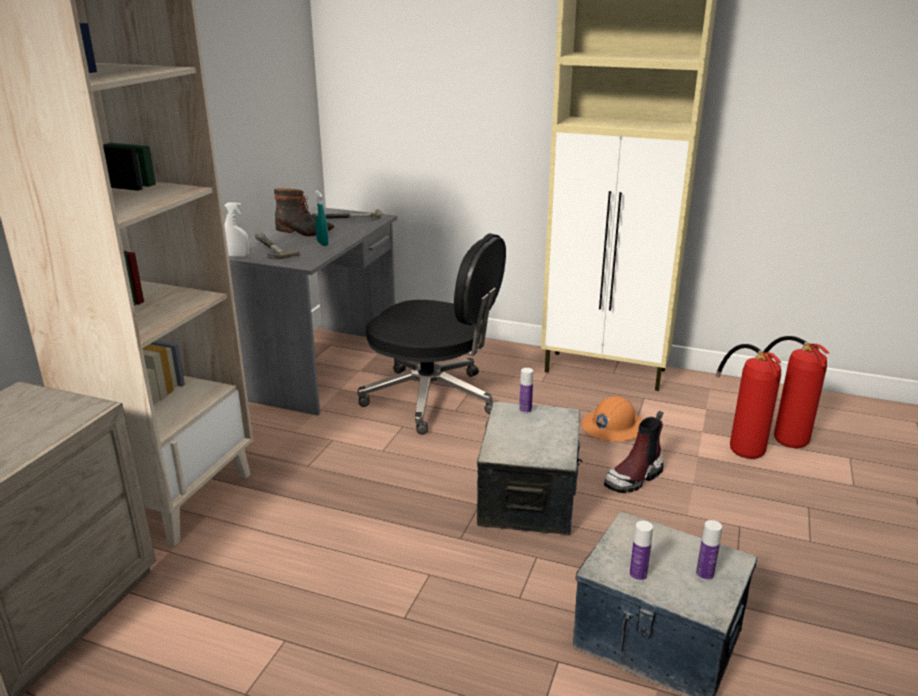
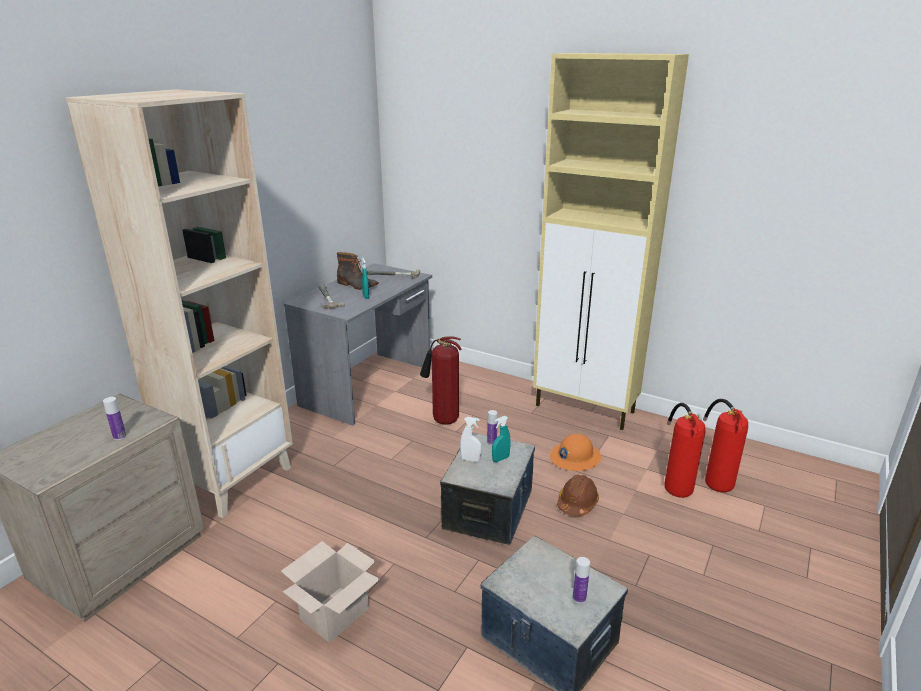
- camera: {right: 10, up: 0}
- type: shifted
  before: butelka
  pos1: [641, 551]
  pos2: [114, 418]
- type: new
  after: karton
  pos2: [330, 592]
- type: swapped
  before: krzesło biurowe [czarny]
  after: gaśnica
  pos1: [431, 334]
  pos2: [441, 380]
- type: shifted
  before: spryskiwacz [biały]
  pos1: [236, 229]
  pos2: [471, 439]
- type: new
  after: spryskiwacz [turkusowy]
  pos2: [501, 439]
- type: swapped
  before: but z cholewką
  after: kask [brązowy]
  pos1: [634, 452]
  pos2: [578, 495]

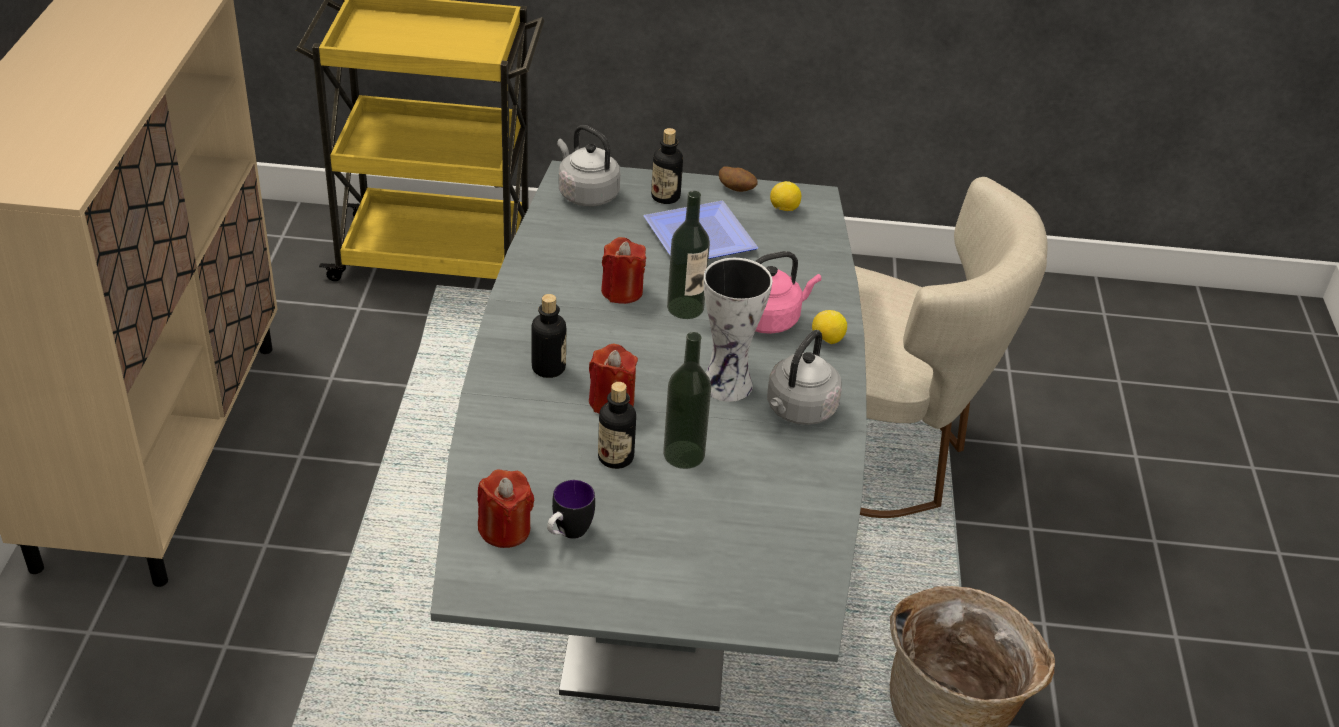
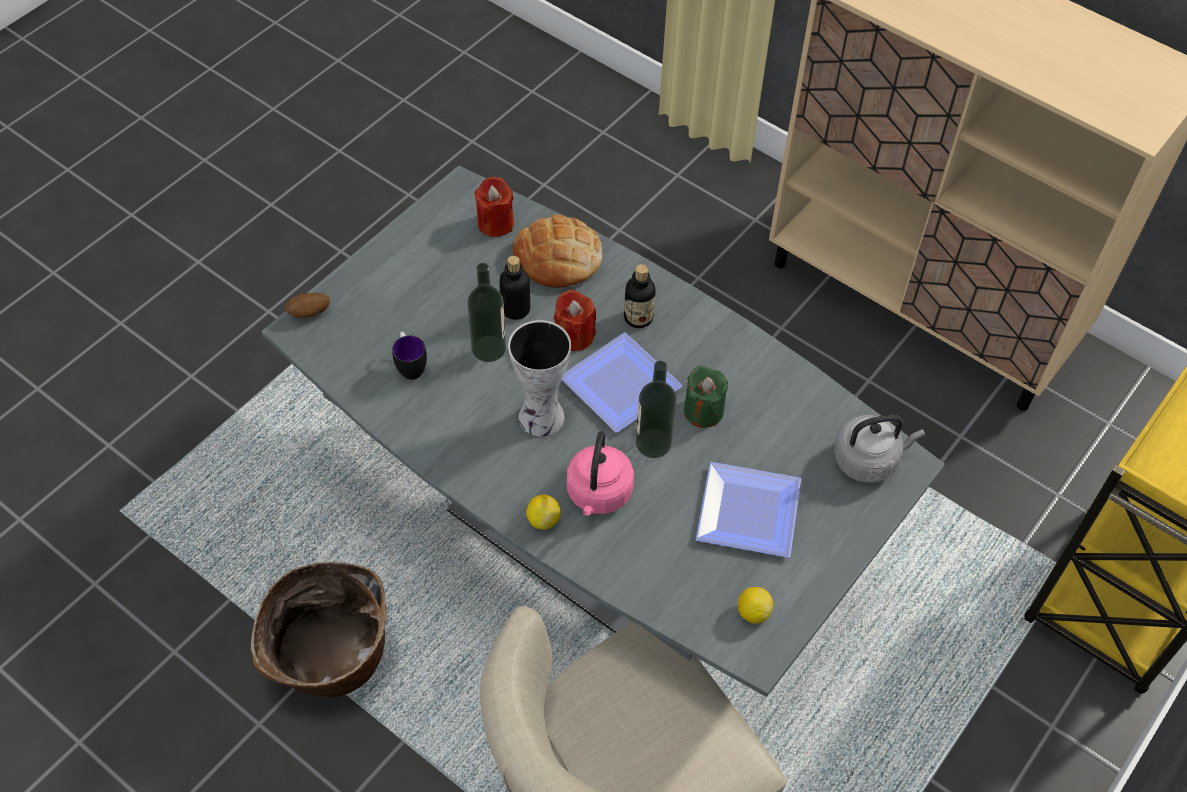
- camera: {right: 125, up: 15}
- type: shifted
  before: ziemniak
  pos1: [738, 179]
  pos2: [307, 305]
- type: shifted
  before: kubek
  pos1: [571, 509]
  pos2: [409, 356]
- type: new
  after: chleb
  pos2: [557, 251]
- type: new
  after: talerz
  pos2: [622, 382]
- type: repainted
  before: świeca [czerwony]
  after: świeca [zielony]
  pos1: [623, 270]
  pos2: [706, 397]
- type: gone
  before: butelka
  pos1: [667, 166]
- type: gone
  before: czajnik [szary]
  pos1: [804, 377]

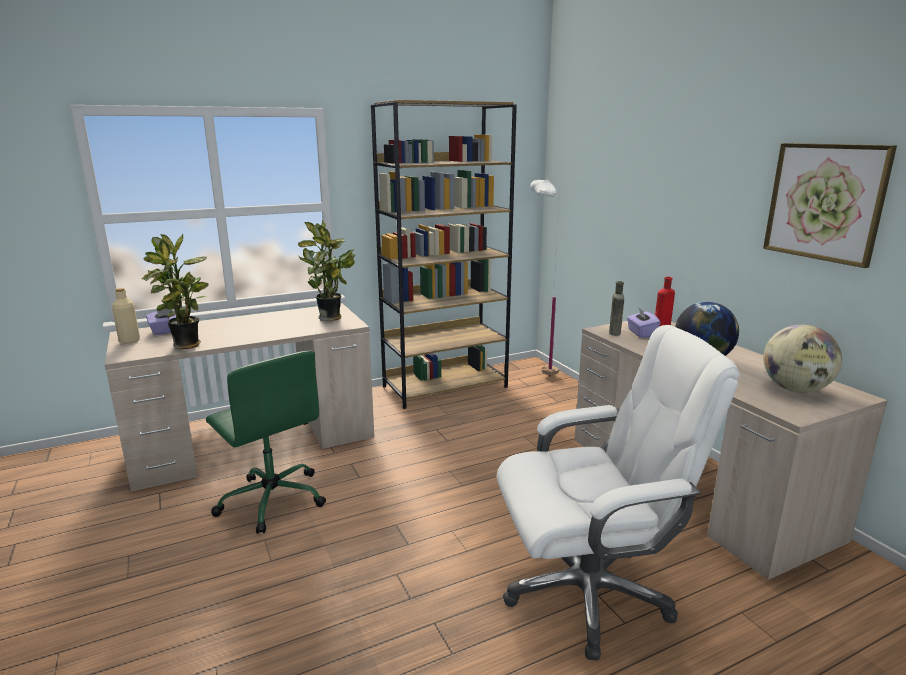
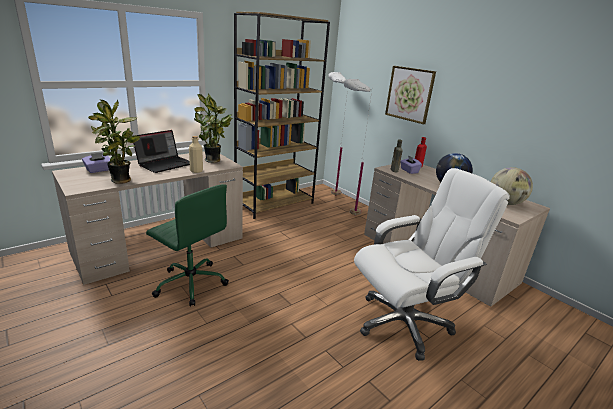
- camera: {right: -15, up: 5}
- type: new
  after: laptop
  pos2: [161, 151]
- type: shifted
  before: butelka [beżowy]
  pos1: [126, 316]
  pos2: [196, 154]
- type: new
  after: lampa stojąca [biały]
  pos2: [358, 147]
- type: shifted
  before: obraz
  pos1: [830, 205]
  pos2: [410, 95]

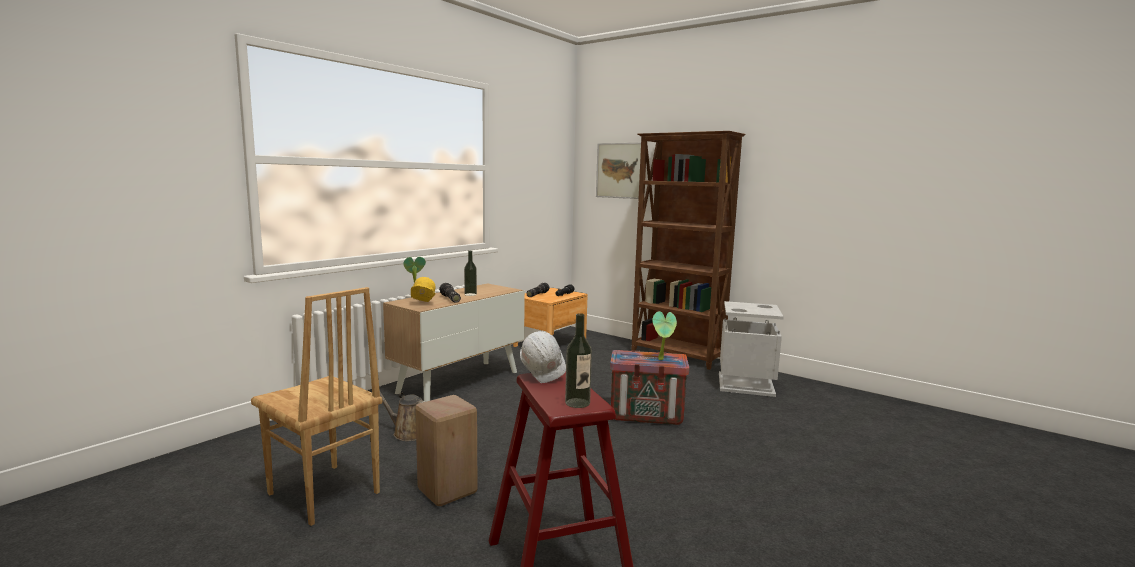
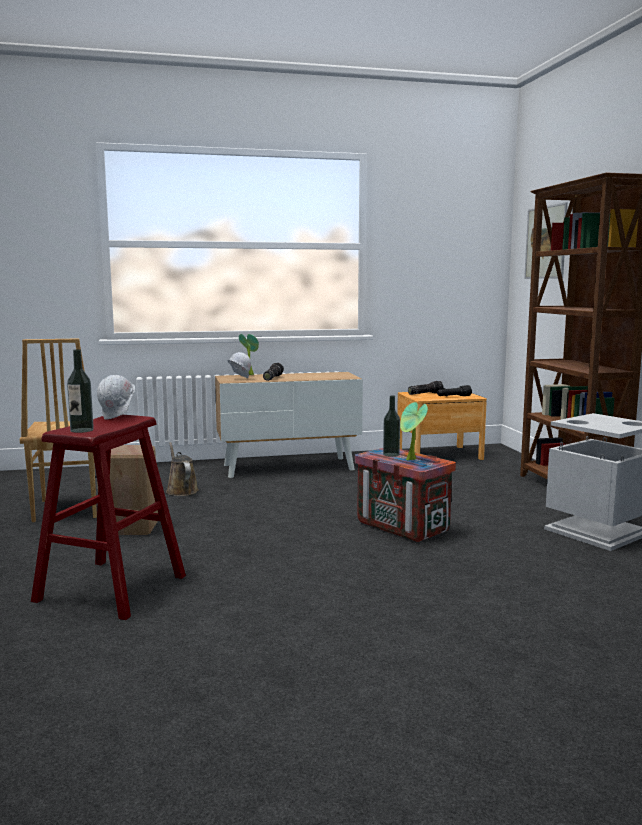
- camera: {right: 40, up: 0}
- type: repainted
  before: kask [żółty]
  after: kask [biały]
  pos1: [423, 289]
  pos2: [239, 365]
- type: shifted
  before: butelka
  pos1: [470, 273]
  pos2: [391, 426]

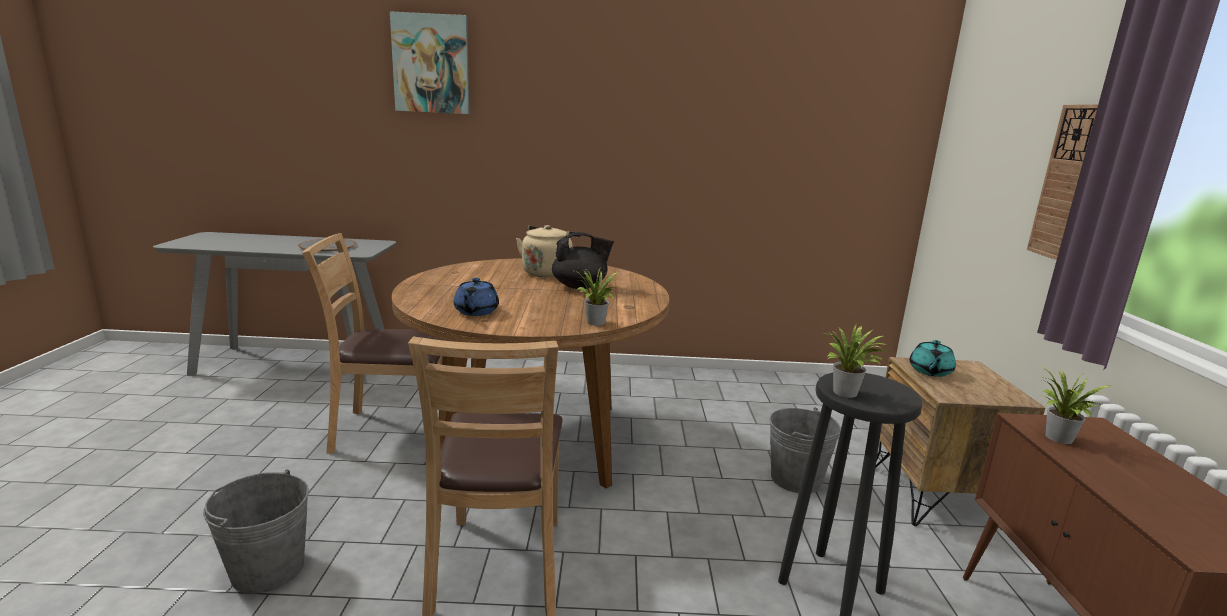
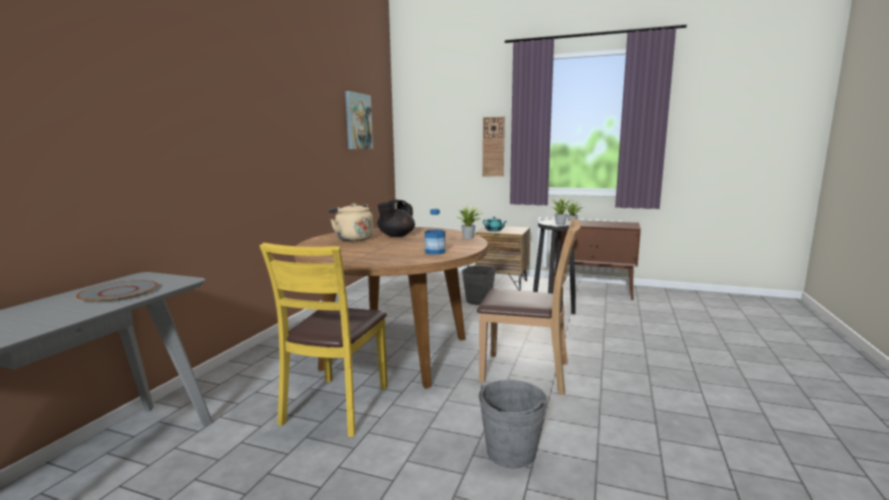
- camera: {right: -70, up: -5}
- type: repainted
  before: krzesło [brązowy]
  after: krzesło [żółty]
  pos1: [373, 343]
  pos2: [323, 340]
- type: shifted
  before: obraz
  pos1: [429, 62]
  pos2: [359, 120]
- type: rotated
  before: imbryk [czarny]
  pos1: [583, 260]
  pos2: [396, 218]
  turn: -150
- type: swapped
  before: imbryk [niebieski]
  after: butelka
  pos1: [476, 297]
  pos2: [435, 232]

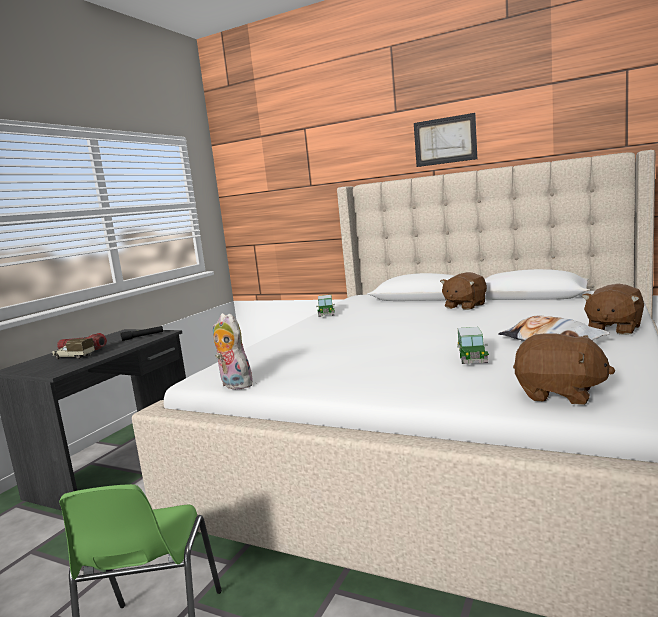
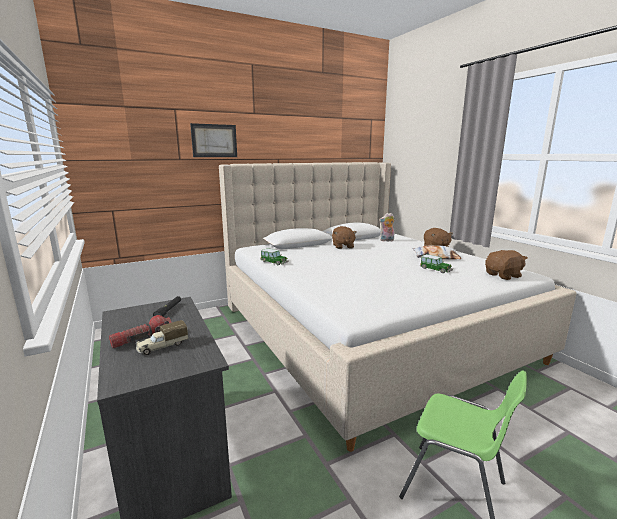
- camera: {right: -55, up: 5}
- type: shifted
  before: obraz
  pos1: [445, 140]
  pos2: [213, 140]
- type: shifted
  before: pluszak
  pos1: [233, 351]
  pos2: [386, 227]

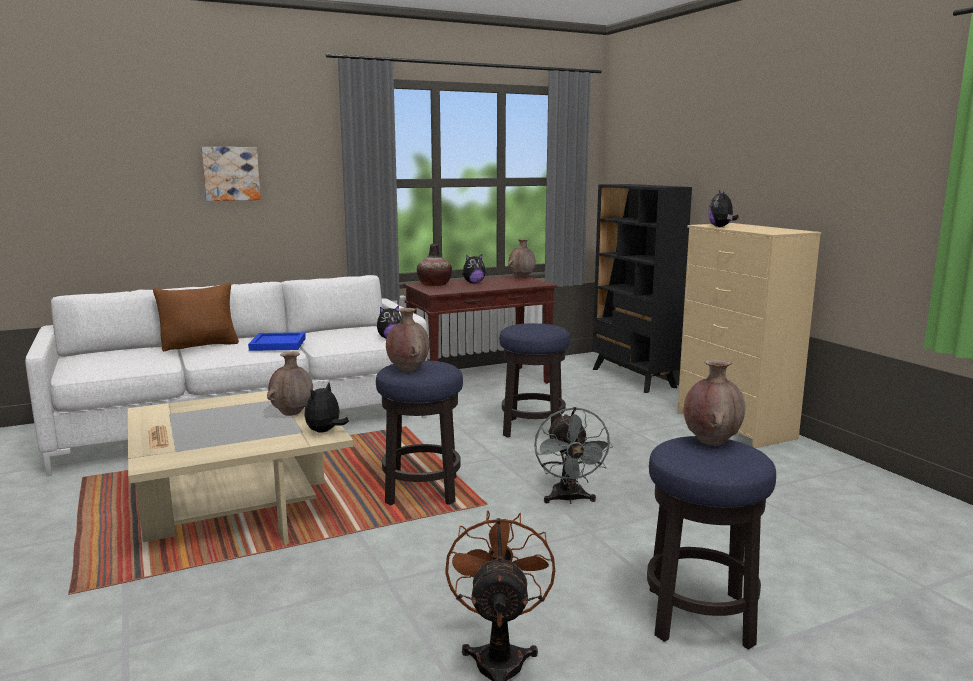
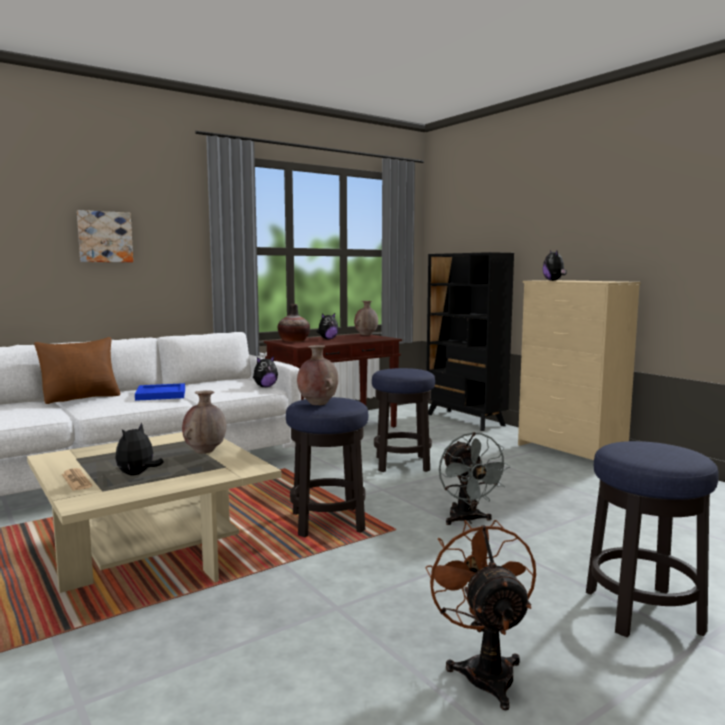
- camera: {right: -10, up: -5}
- type: shifted
  before: pluszak
  pos1: [326, 408]
  pos2: [139, 448]
- type: gone
  before: wazon [brązowy]
  pos1: [714, 402]

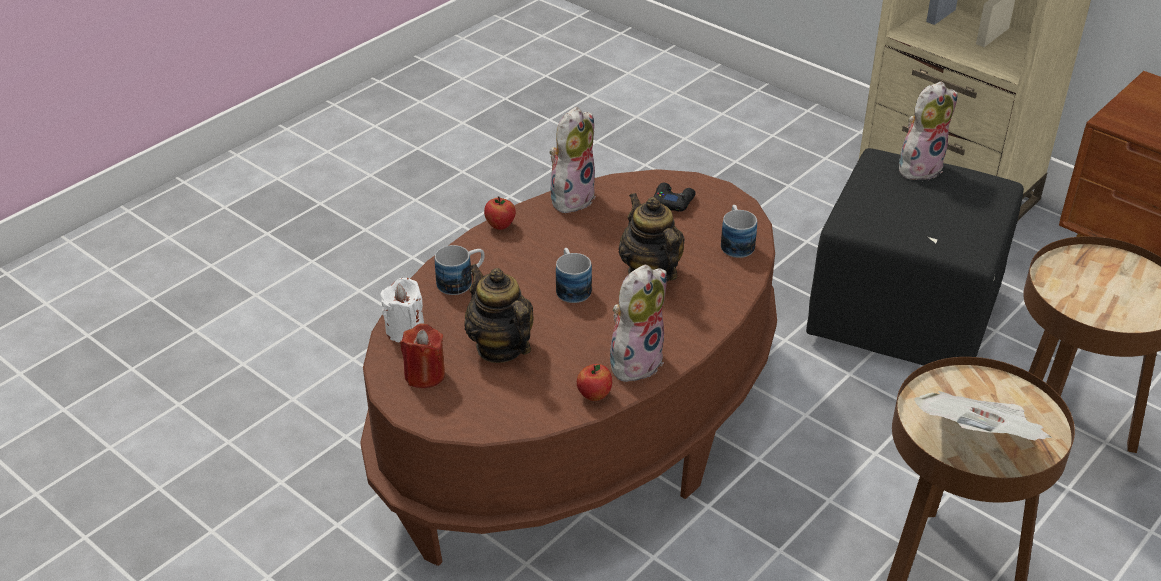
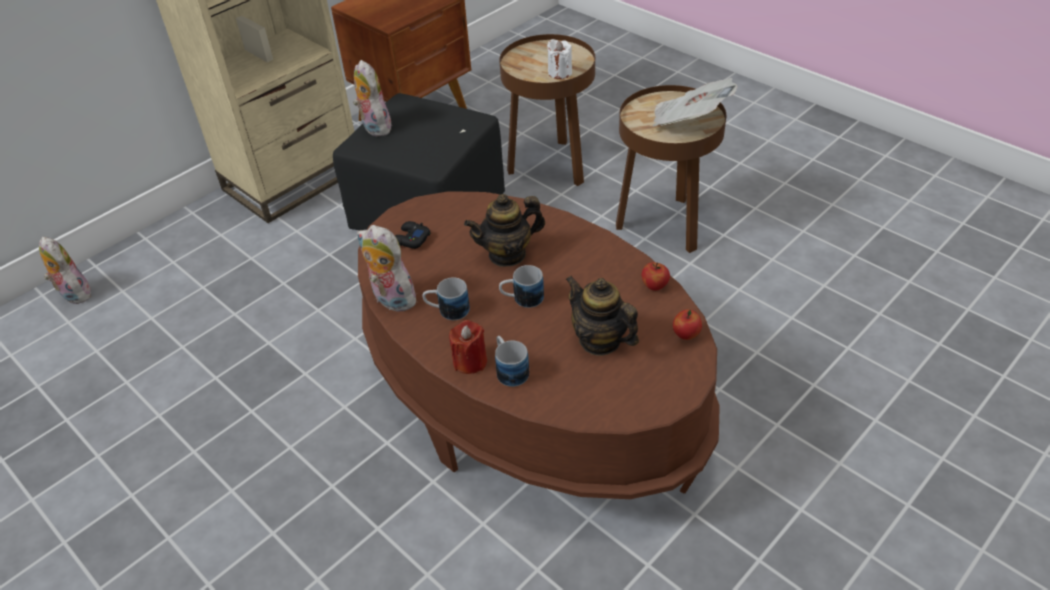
- camera: {right: -85, up: 5}
- type: shifted
  before: pluszak
  pos1: [638, 323]
  pos2: [65, 270]
- type: shifted
  before: kubek
  pos1: [739, 231]
  pos2: [446, 298]
- type: shifted
  before: świeca [czerwony]
  pos1: [422, 355]
  pos2: [468, 347]
- type: shifted
  before: świeca [biały]
  pos1: [402, 310]
  pos2: [559, 59]
- type: rotated
  before: imbryk
  pos1: [499, 313]
  pos2: [602, 316]
  turn: 75
- type: shifted
  before: jabłko
  pos1: [500, 213]
  pos2: [687, 324]

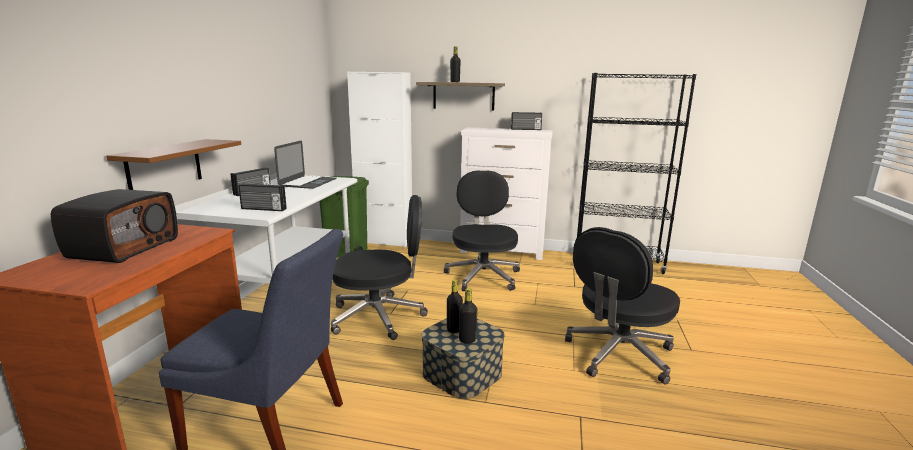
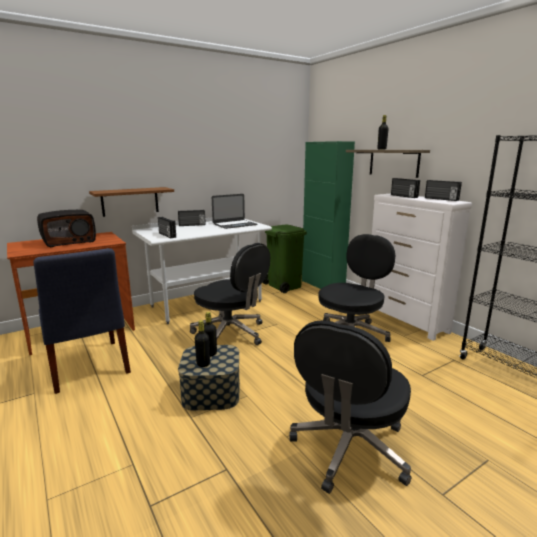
- camera: {right: 45, up: 0}
- type: rotated
  before: krzesło biurowe [czarny]
  pos1: [622, 306]
  pos2: [350, 407]
  turn: -60
- type: repainted
  before: szafka [biały]
  after: szafka [zielony]
  pos1: [379, 159]
  pos2: [328, 215]
- type: new
  after: radio
  pos2: [405, 188]

